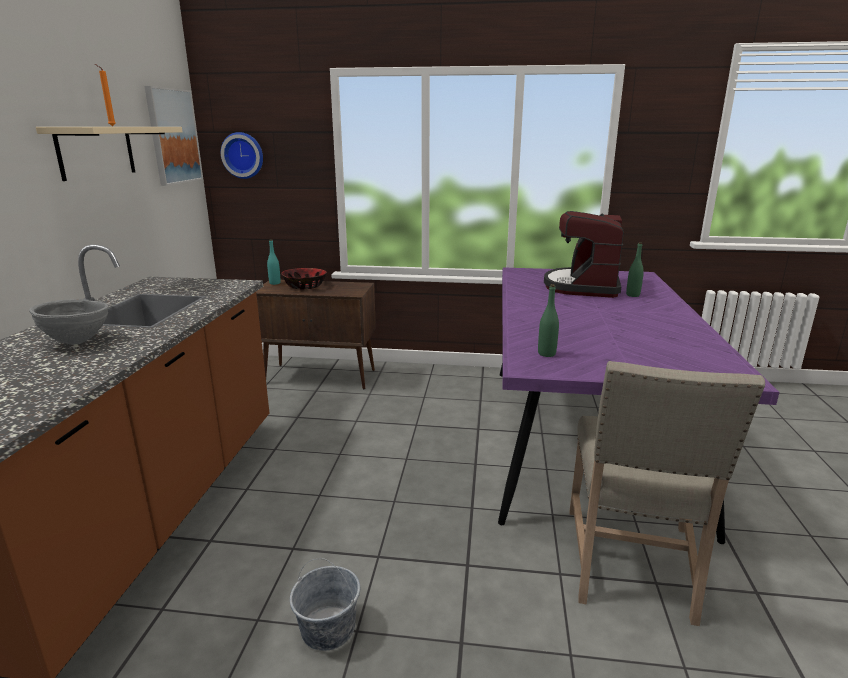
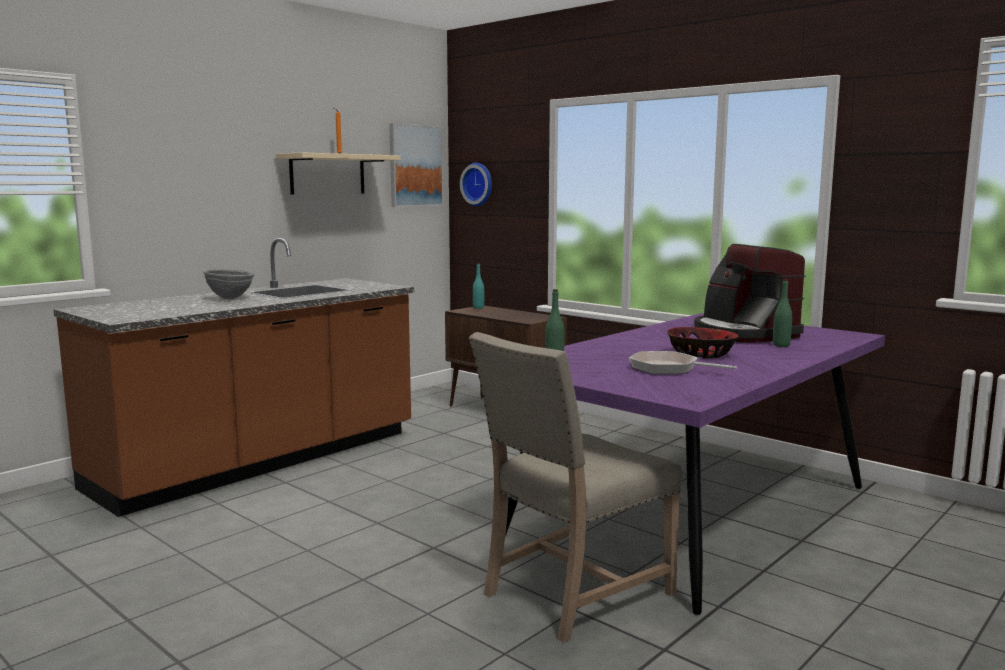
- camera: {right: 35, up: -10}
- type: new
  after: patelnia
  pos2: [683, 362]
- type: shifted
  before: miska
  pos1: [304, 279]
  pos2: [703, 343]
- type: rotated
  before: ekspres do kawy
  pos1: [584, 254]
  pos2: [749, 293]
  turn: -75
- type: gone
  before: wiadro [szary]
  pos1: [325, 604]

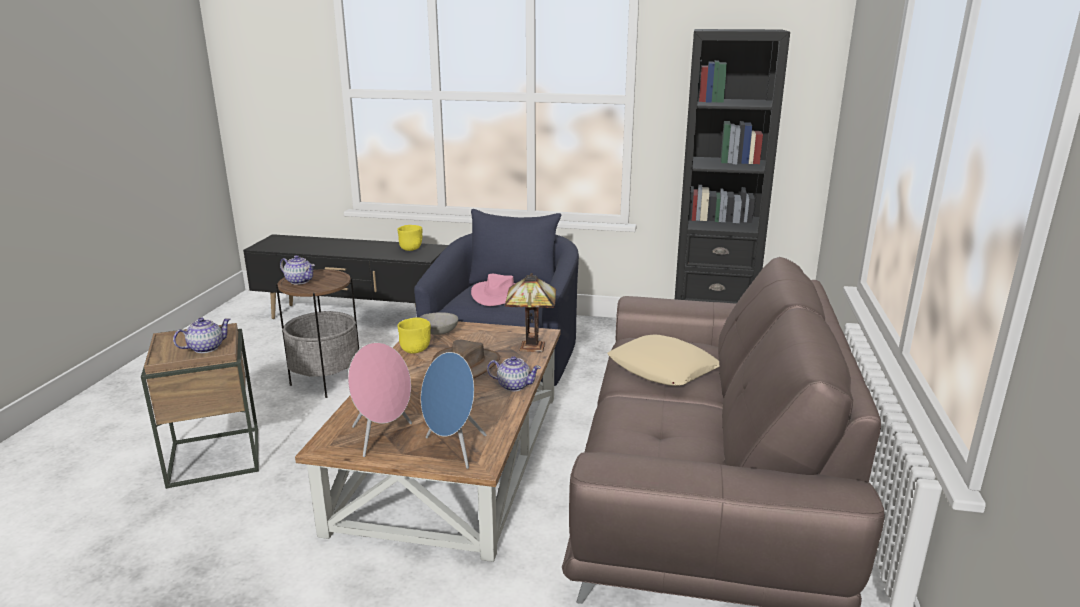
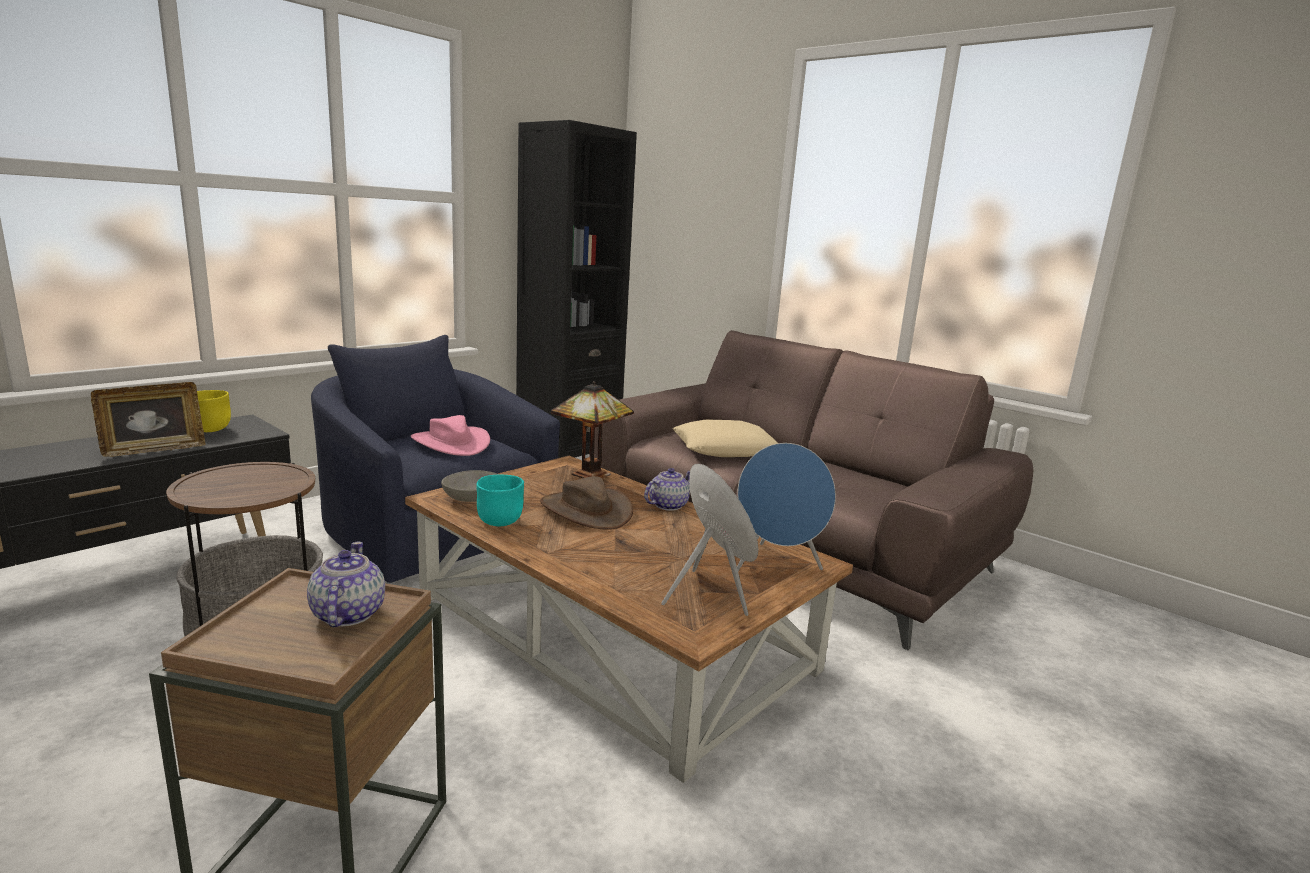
- camera: {right: -60, up: -5}
- type: new
  after: ramka na zdjęcie
  pos2: [148, 419]
- type: repainted
  before: miska [żółty]
  after: miska [turkusowy]
  pos1: [414, 335]
  pos2: [500, 500]
- type: gone
  before: imbryk
  pos1: [297, 270]

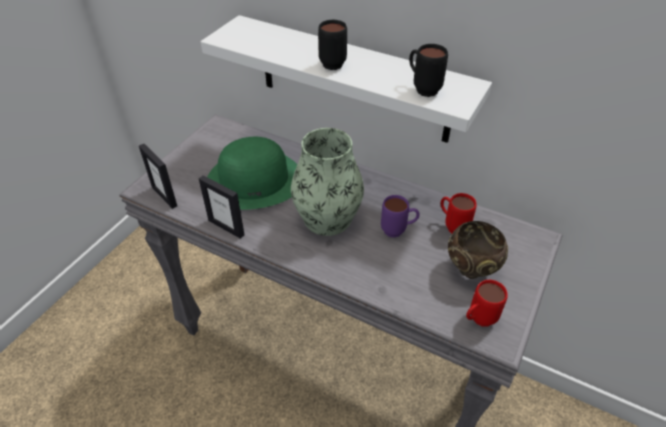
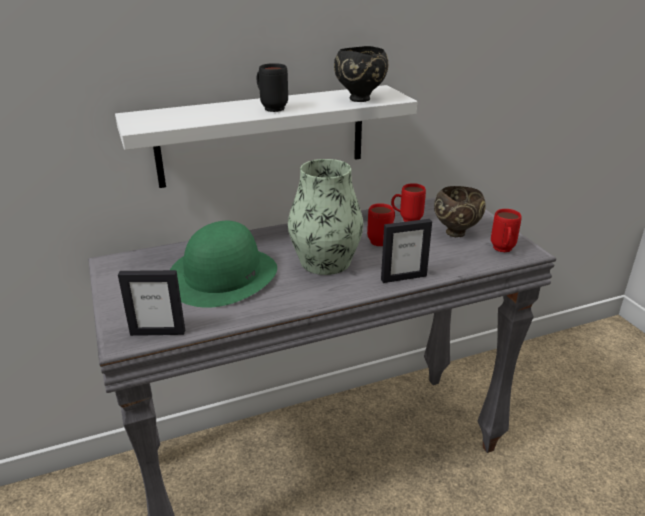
- camera: {right: -50, up: -15}
- type: swapped
  before: kubek [czarny]
  after: miska [czarny]
  pos1: [428, 70]
  pos2: [361, 74]
- type: repainted
  before: kubek [fioletowy]
  after: kubek [czerwony]
  pos1: [400, 216]
  pos2: [381, 224]
- type: shifted
  before: ramka na zdjęcie
  pos1: [222, 207]
  pos2: [406, 251]

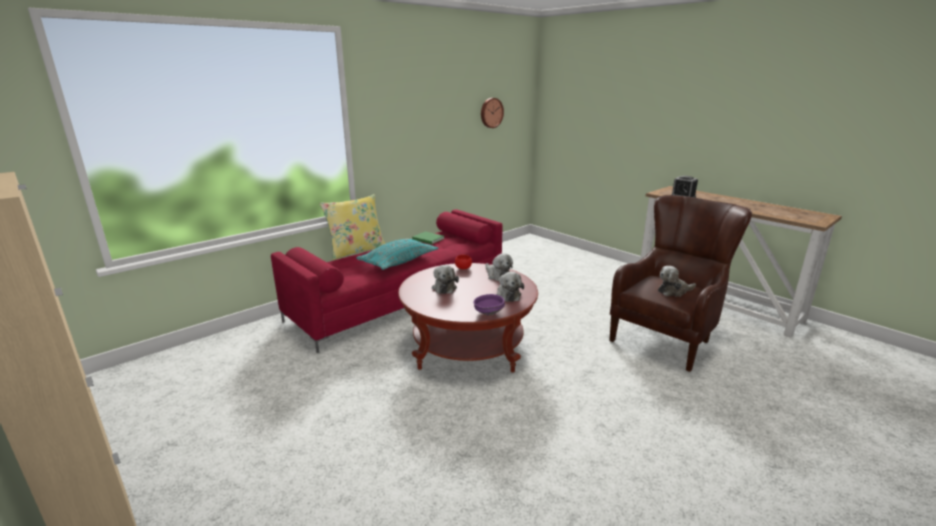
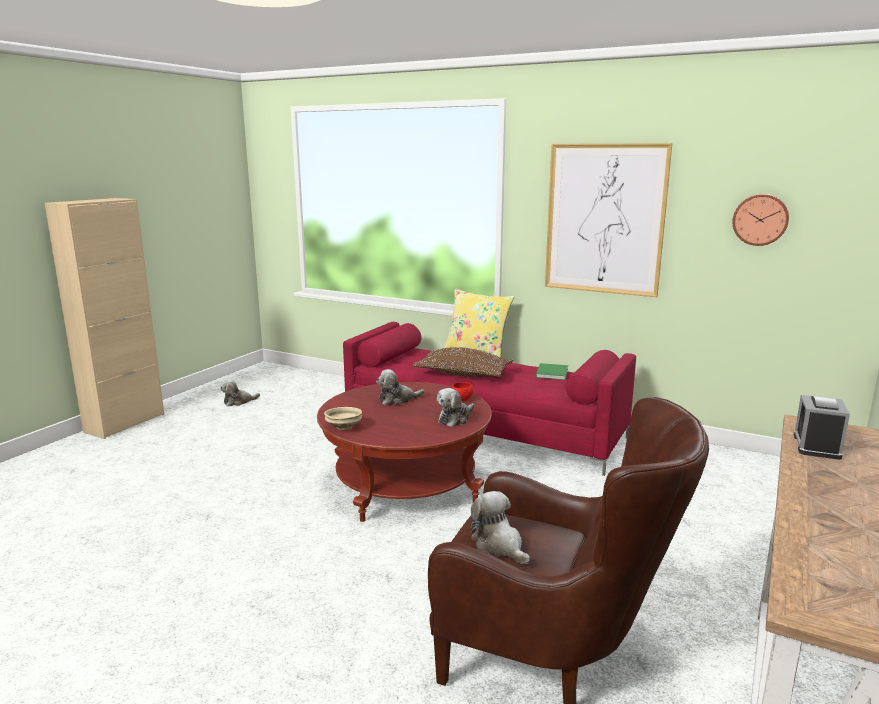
- camera: {right: 70, up: -5}
- type: shifted
  before: pluszak
  pos1: [510, 287]
  pos2: [240, 393]
- type: repainted
  before: miska [fioletowy]
  after: miska [beżowy]
  pos1: [489, 304]
  pos2: [343, 418]
- type: repainted
  before: poduszka [turkusowy]
  after: poduszka [brązowy]
  pos1: [397, 254]
  pos2: [462, 362]
- type: new
  after: obraz
  pos2: [608, 220]

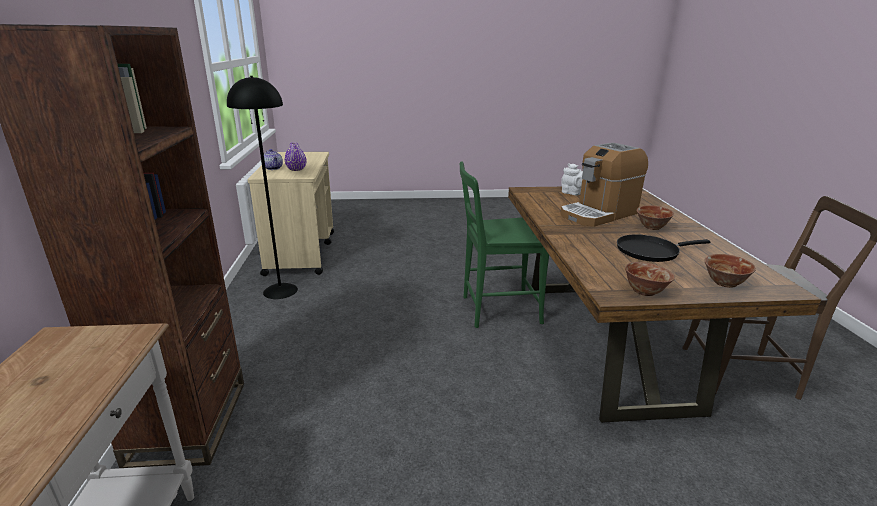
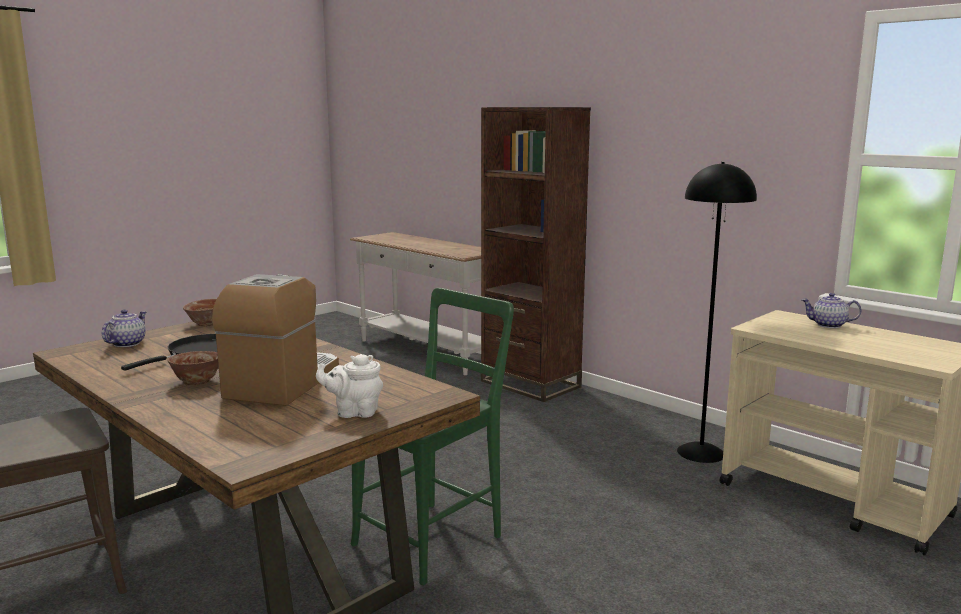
- camera: {right: 140, up: -10}
- type: swapped
  before: miska
  after: imbryk
  pos1: [730, 271]
  pos2: [124, 328]
- type: gone
  before: wazon [fioletowy]
  pos1: [296, 157]

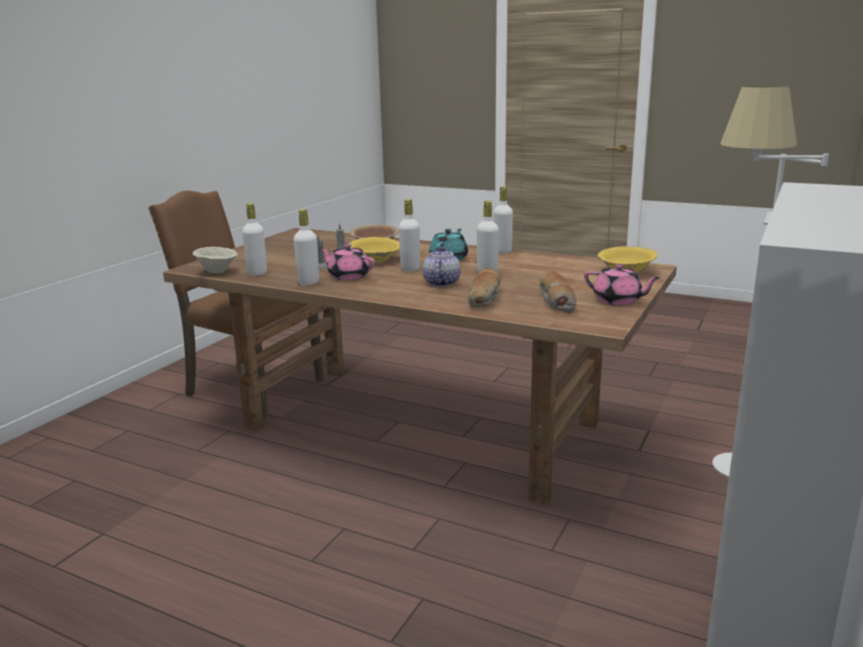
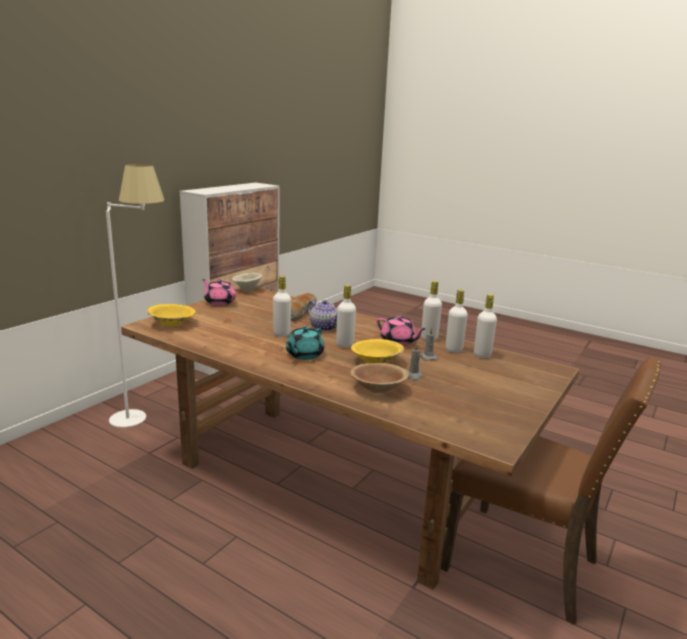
- camera: {right: -175, up: 0}
- type: shifted
  before: miska [beżowy]
  pos1: [215, 260]
  pos2: [247, 281]
- type: rotated
  before: imbryk
  pos1: [442, 267]
  pos2: [322, 315]
  turn: -60
- type: shifted
  before: butelka [biały]
  pos1: [503, 220]
  pos2: [457, 321]
- type: gone
  before: chleb
  pos1: [558, 291]

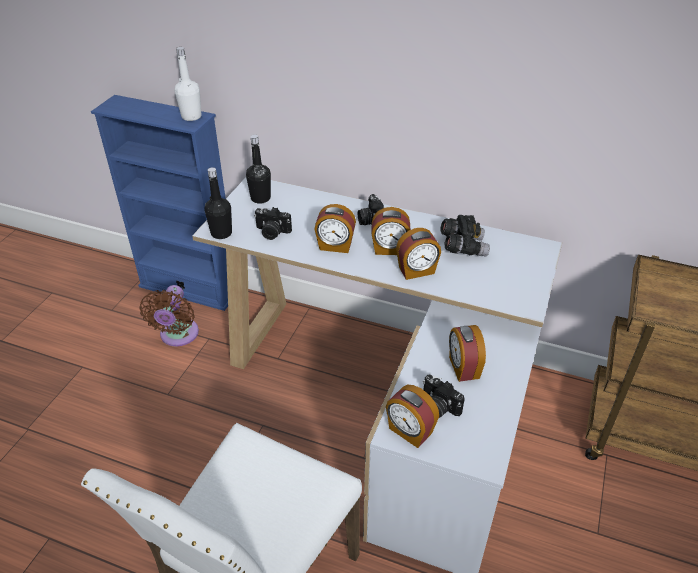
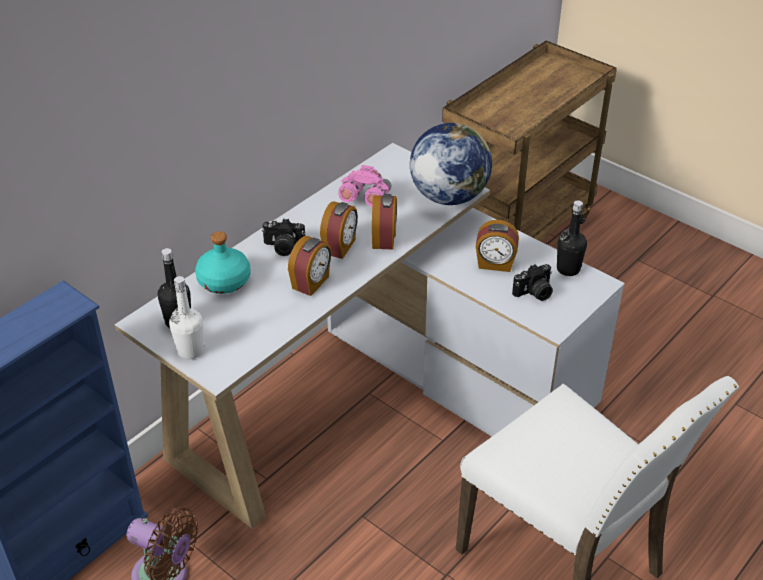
- camera: {right: -70, up: 0}
- type: shifted
  before: butelka [biały]
  pos1: [188, 84]
  pos2: [187, 317]
- type: new
  after: butelka [turkusowy]
  pos2: [222, 262]
- type: repainted
  before: lornetka [czarny]
  after: lornetka [różowy]
  pos1: [465, 236]
  pos2: [364, 186]
- type: new
  after: globus
  pos2: [451, 164]
- type: shifted
  before: butelka [czarny]
  pos1: [218, 203]
  pos2: [572, 238]
- type: gone
  before: aparat fotograficzny
  pos1: [273, 223]
- type: gone
  before: budzik
  pos1: [412, 416]

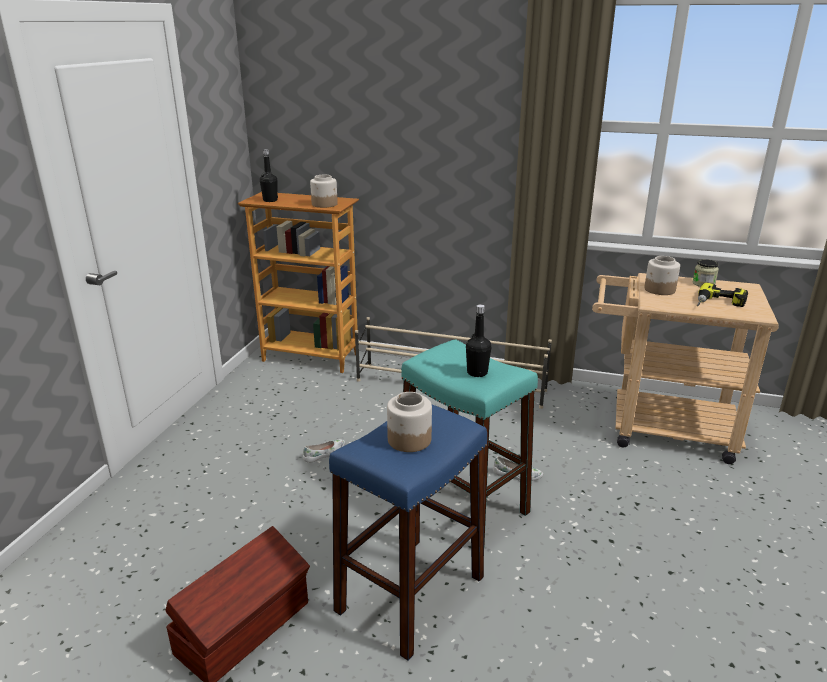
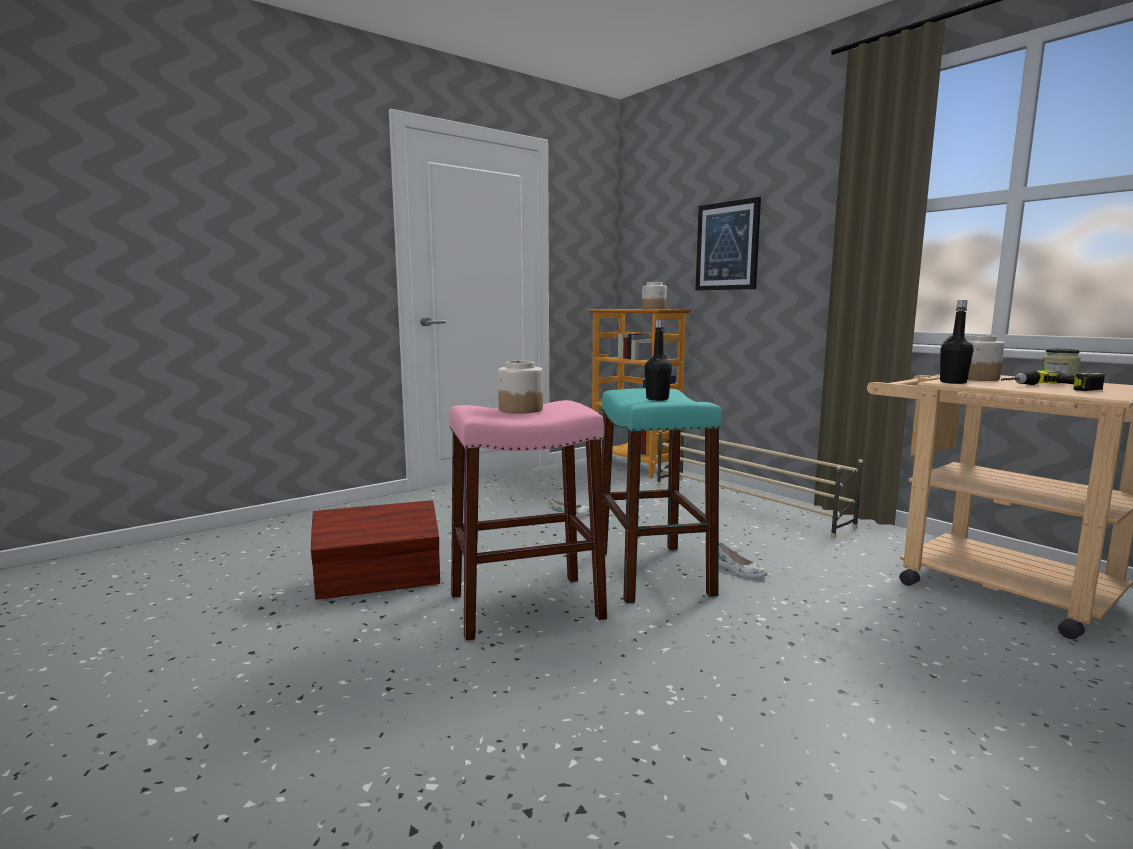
- camera: {right: 35, up: -15}
- type: repainted
  before: stołek [niebieski]
  after: stołek [różowy]
  pos1: [408, 533]
  pos2: [528, 520]
- type: new
  after: obraz
  pos2: [728, 243]
- type: shifted
  before: butelka [czarny]
  pos1: [269, 175]
  pos2: [957, 342]

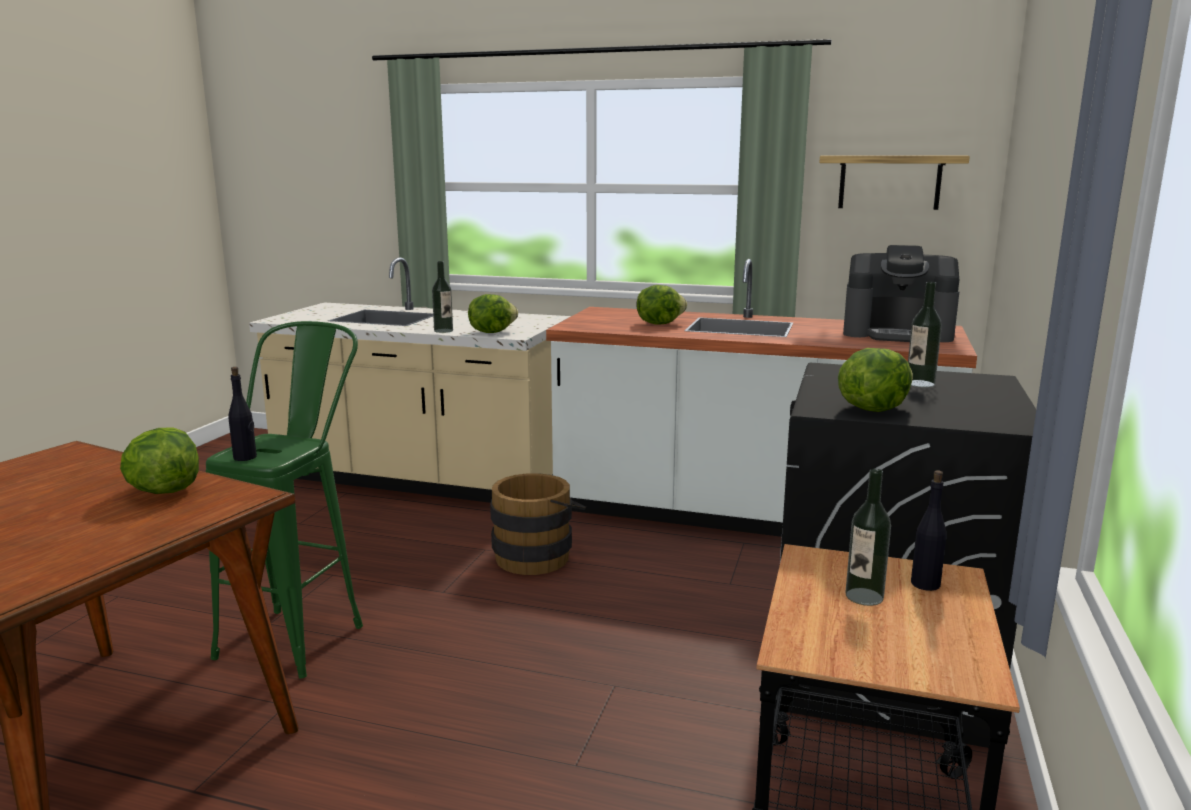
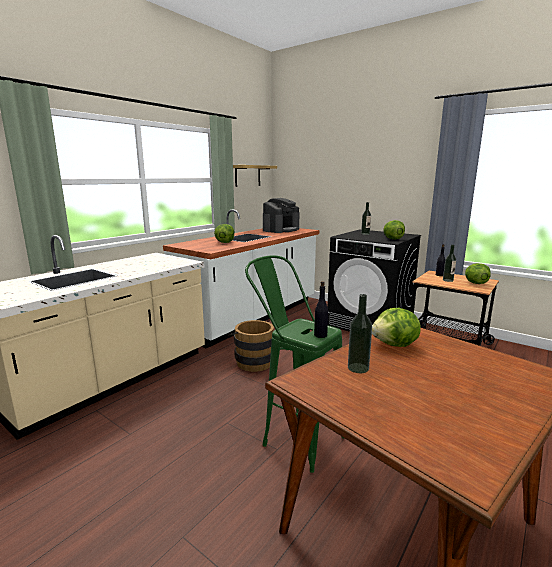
- camera: {right: -70, up: 0}
- type: shifted
  before: butelka
  pos1: [442, 297]
  pos2: [360, 333]
- type: shifted
  before: sałata
  pos1: [493, 313]
  pos2: [478, 273]

